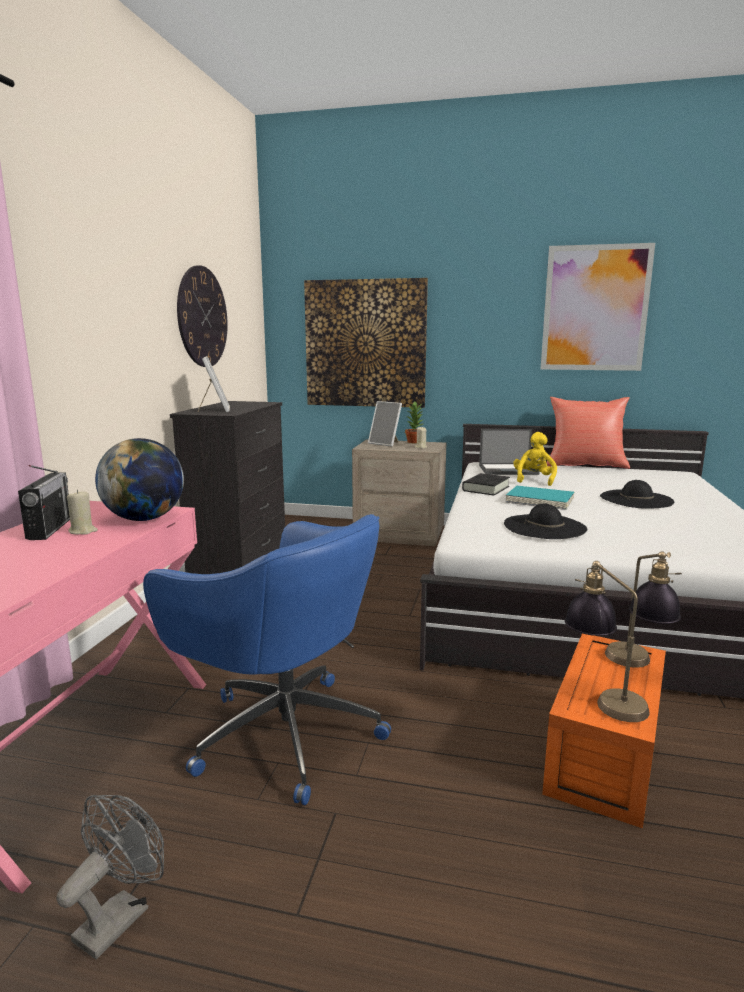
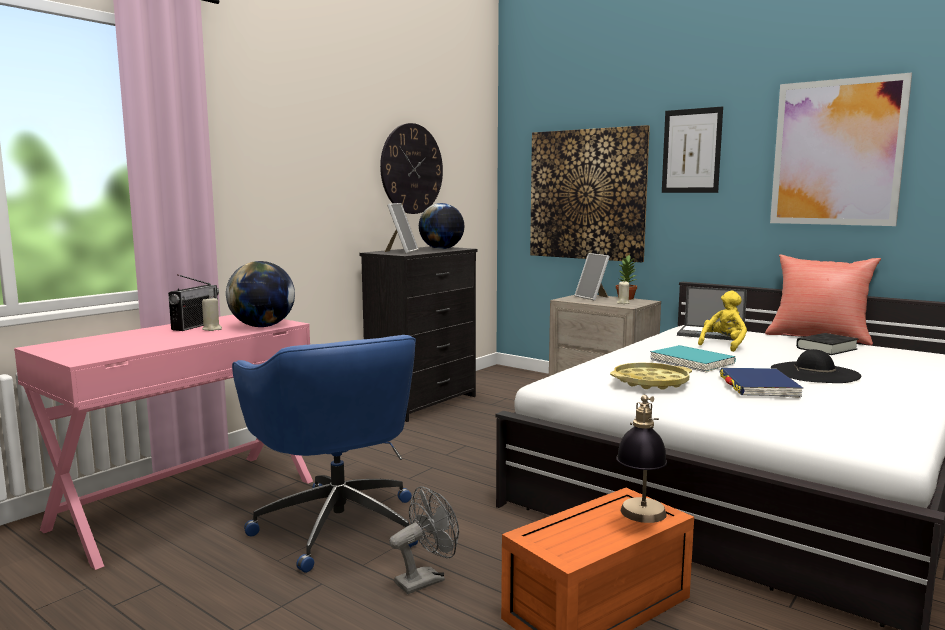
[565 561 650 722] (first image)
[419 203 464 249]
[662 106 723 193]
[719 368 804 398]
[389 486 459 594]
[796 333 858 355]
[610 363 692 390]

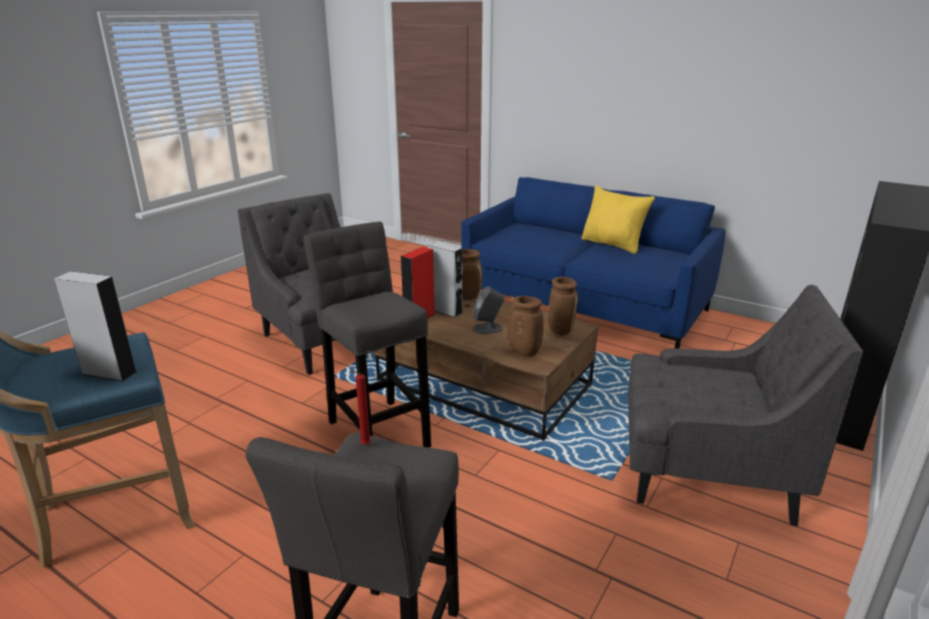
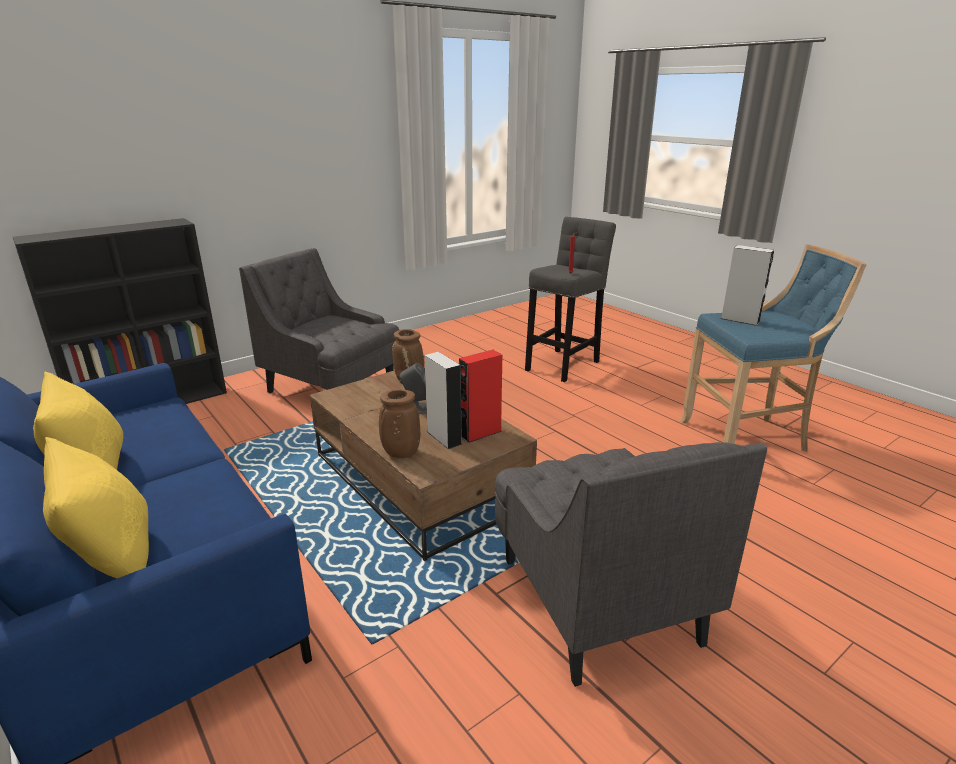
[303 221 431 448] (first image)
[548 277 578 335] (first image)
[43 437 149 578]

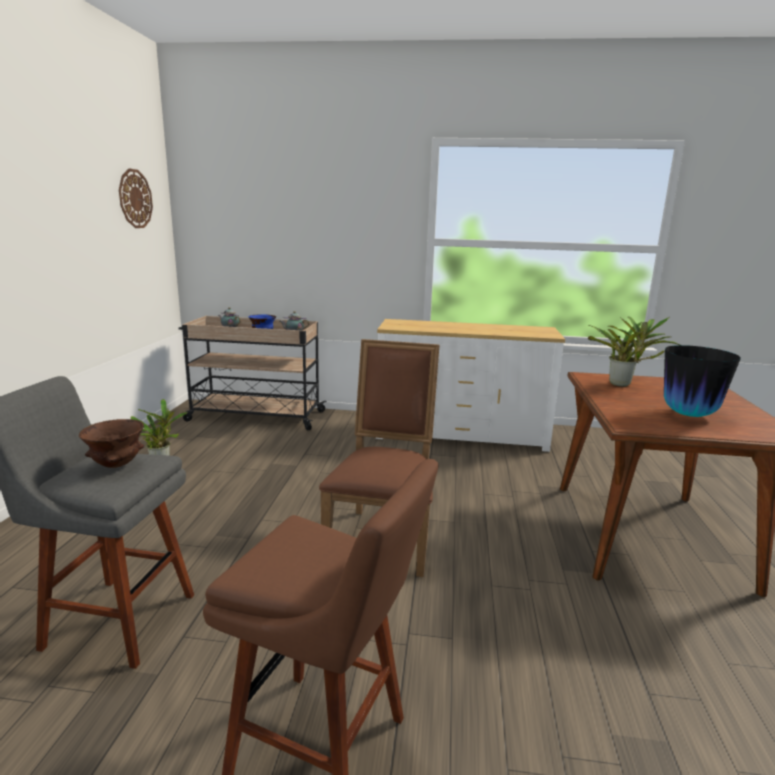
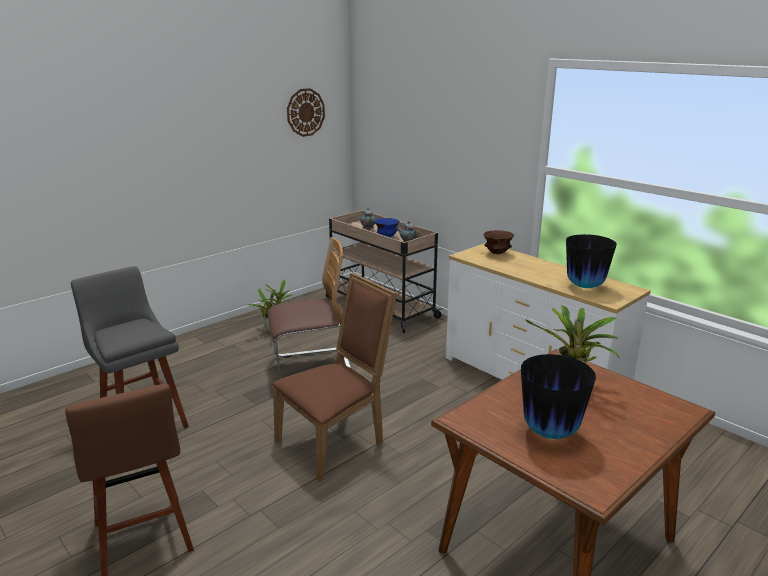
[268 237 350 379]
[566 234 617 288]
[483 230 514 254]

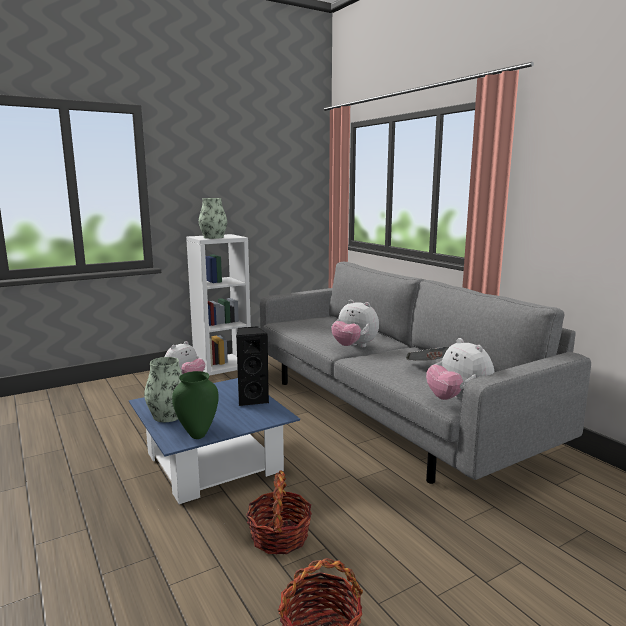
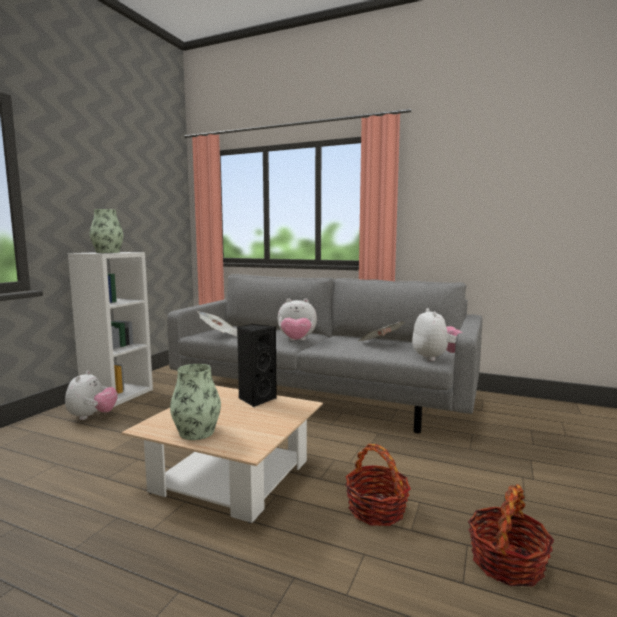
[172 371 219 439] (first image)
[197 311 237 336]
[121 385 323 523]
[412 308 463 361]

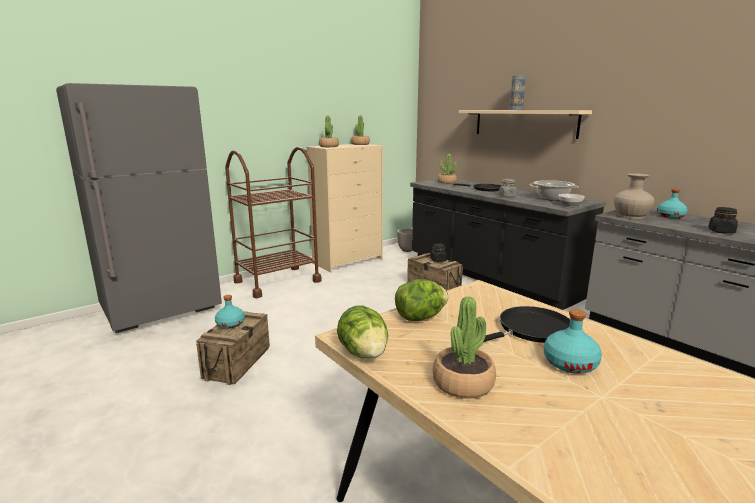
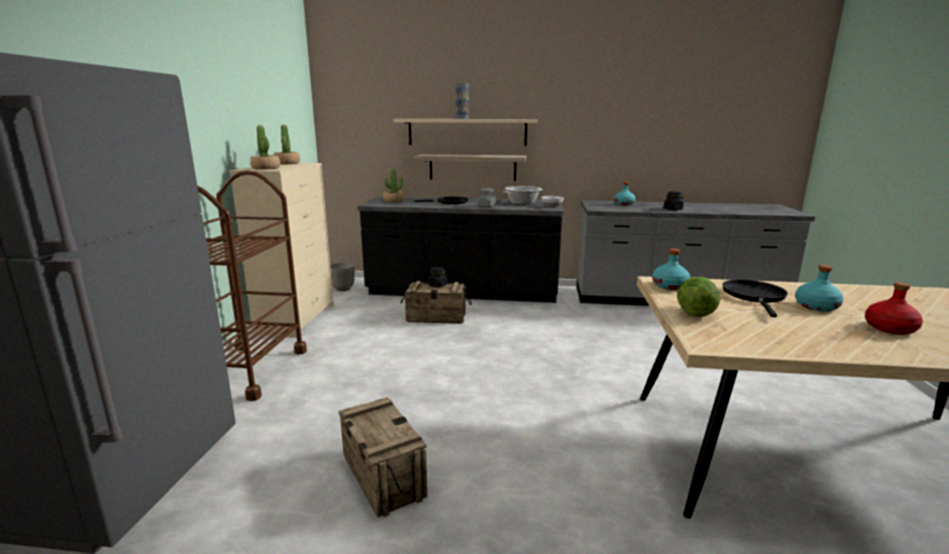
[337 305 388 358] (first image)
[433 296 496 399] (first image)
[614 173 655 219] (first image)
[414 154 526 181]
[865 282 923 335]
[652 248 690 290]

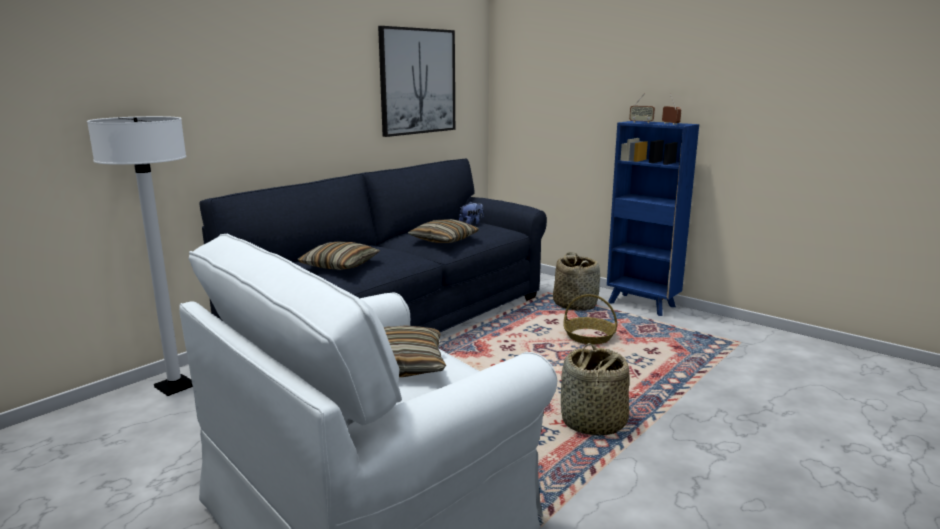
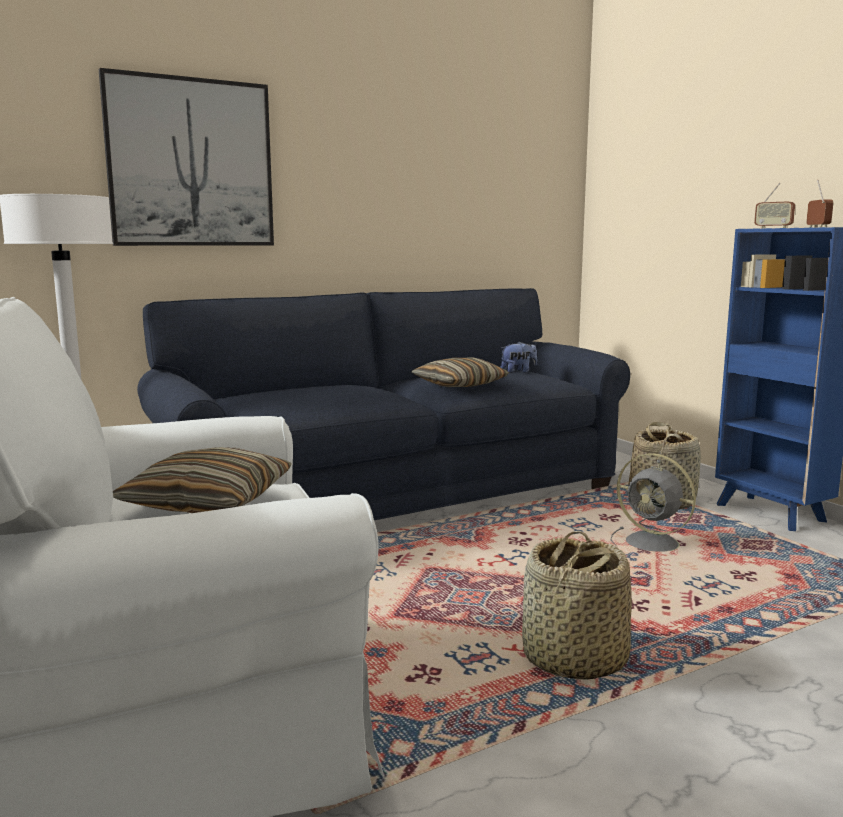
[297 242 381 270] (first image)
[99 68 274 246]
[610 453 696 552]

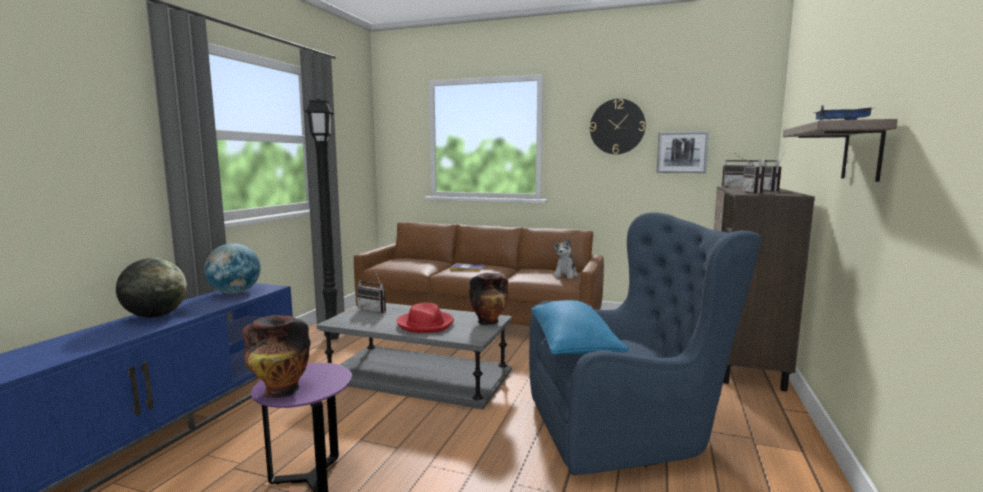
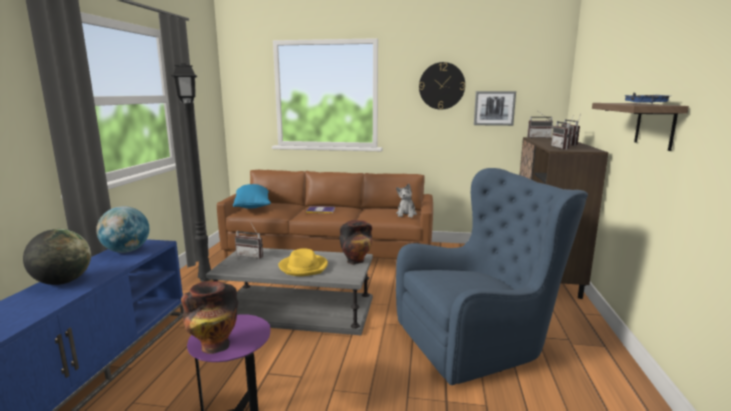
[233 184 271 209]
[278 248 328 276]

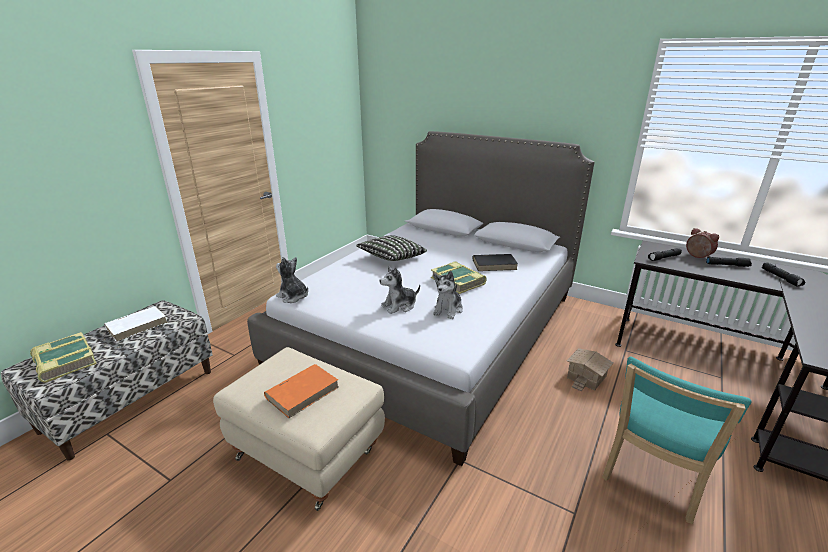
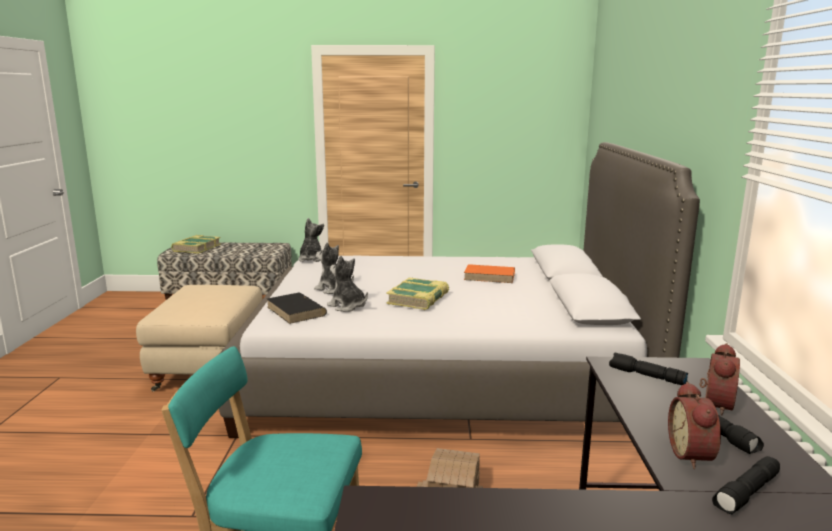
[104 306 168 342] (first image)
[356 235 427 261] (first image)
[668 382 721 469]
[464 264 515 283]
[267 293 327 324]
[327 256 368 312]

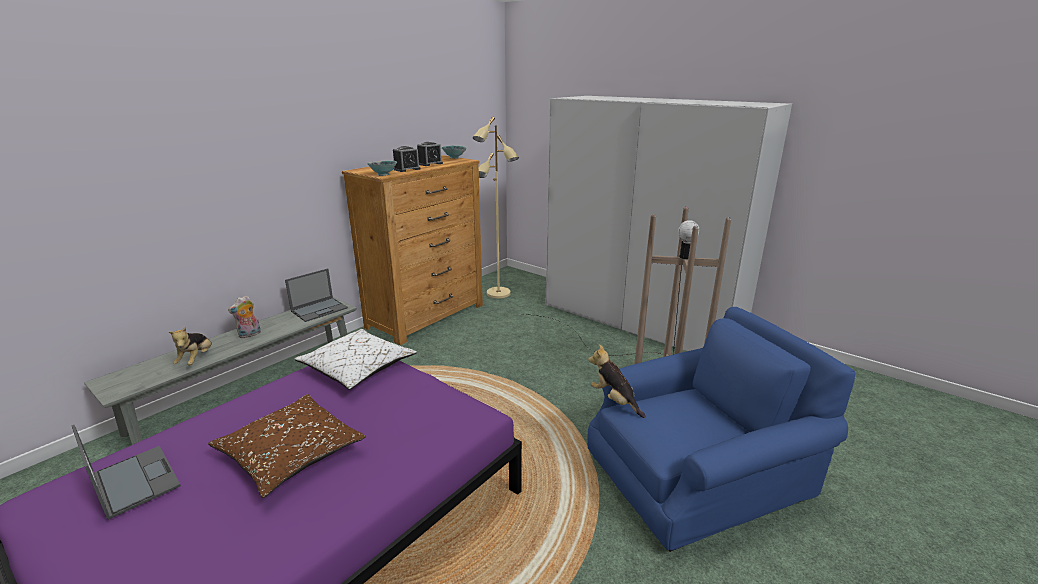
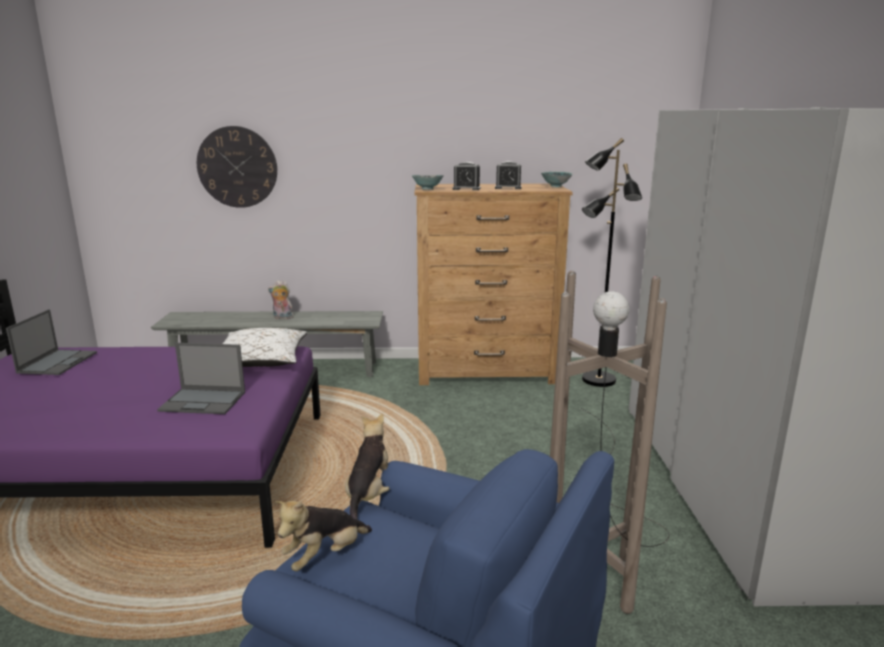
[208 394 366 498] (first image)
[197 126 277 208]
[275 501 372 571]
[157 343 245 414]
[582 138 642 387]

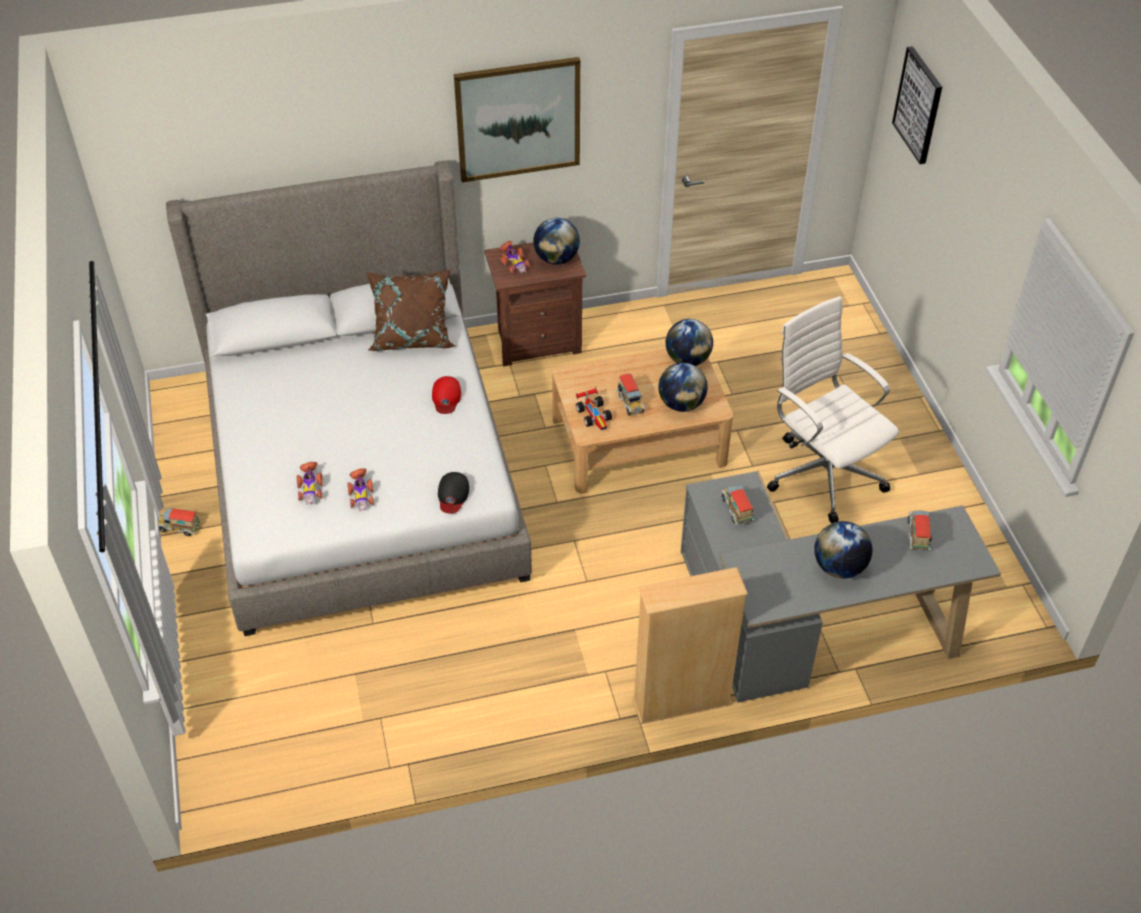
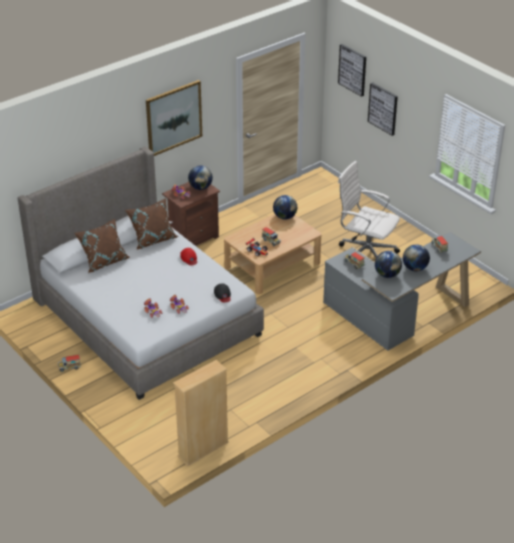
[74 219 130 273]
[368 82 398 136]
[173 360 229 466]
[375 251 402 278]

